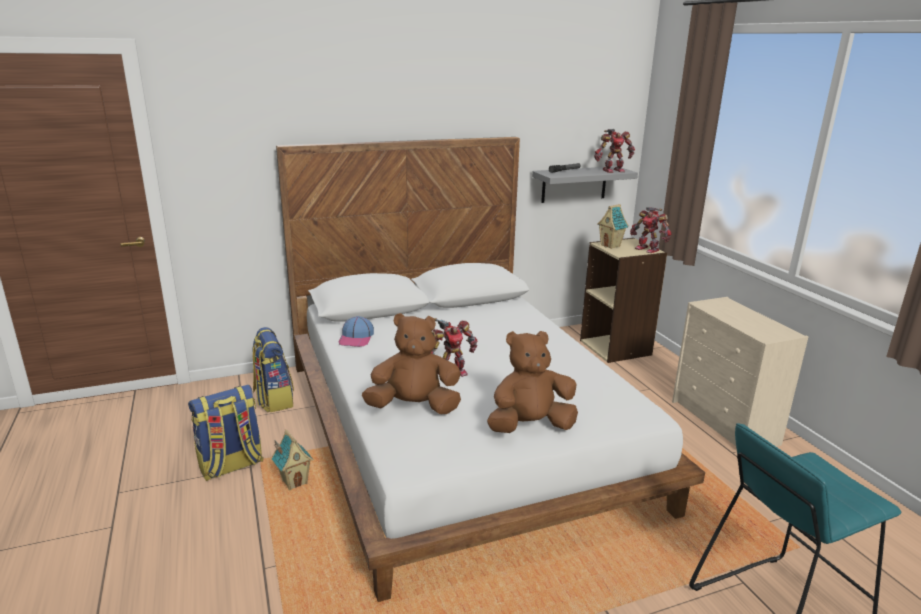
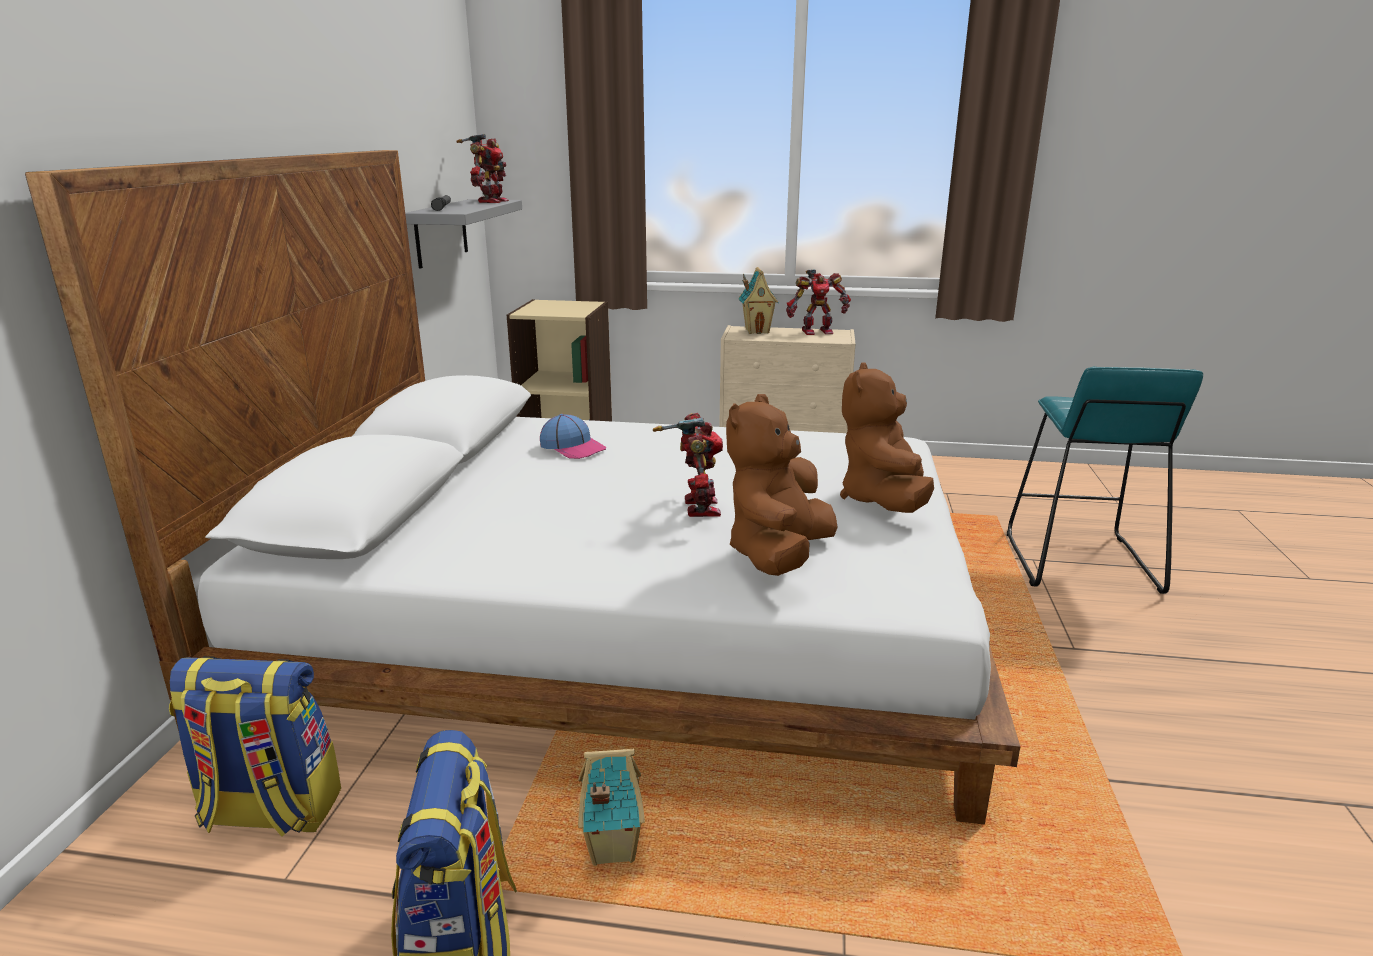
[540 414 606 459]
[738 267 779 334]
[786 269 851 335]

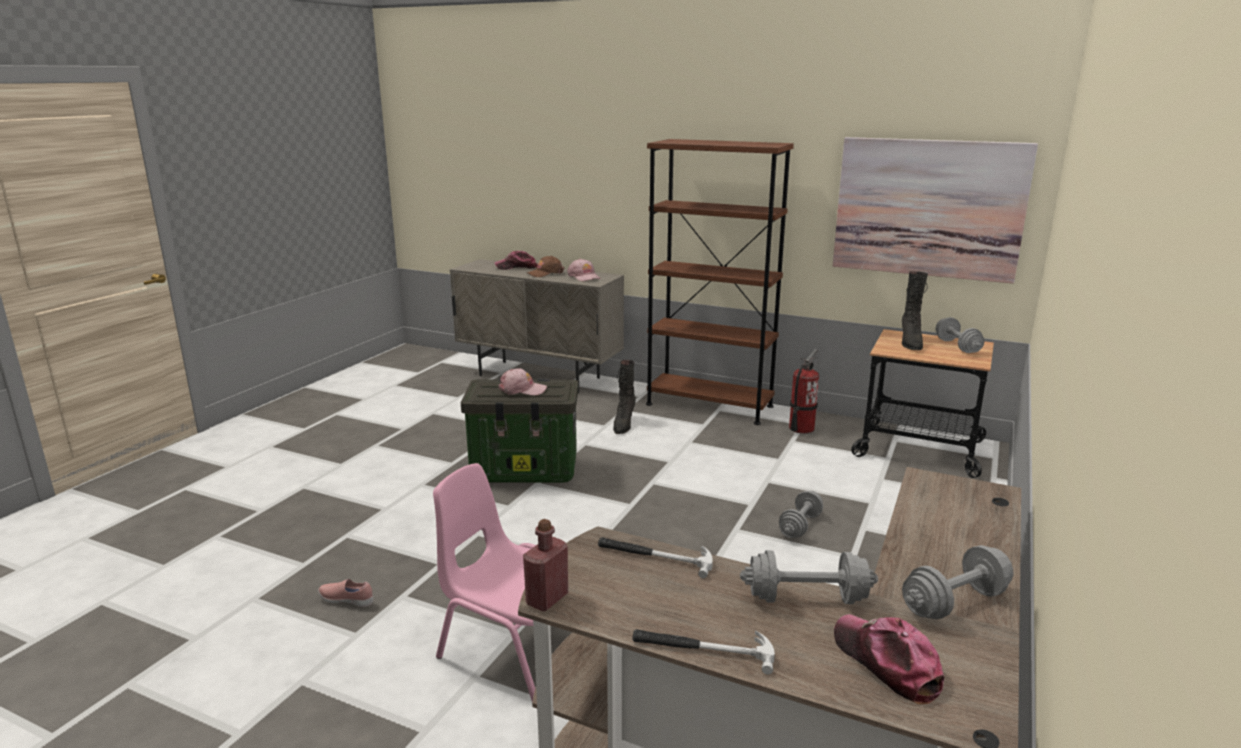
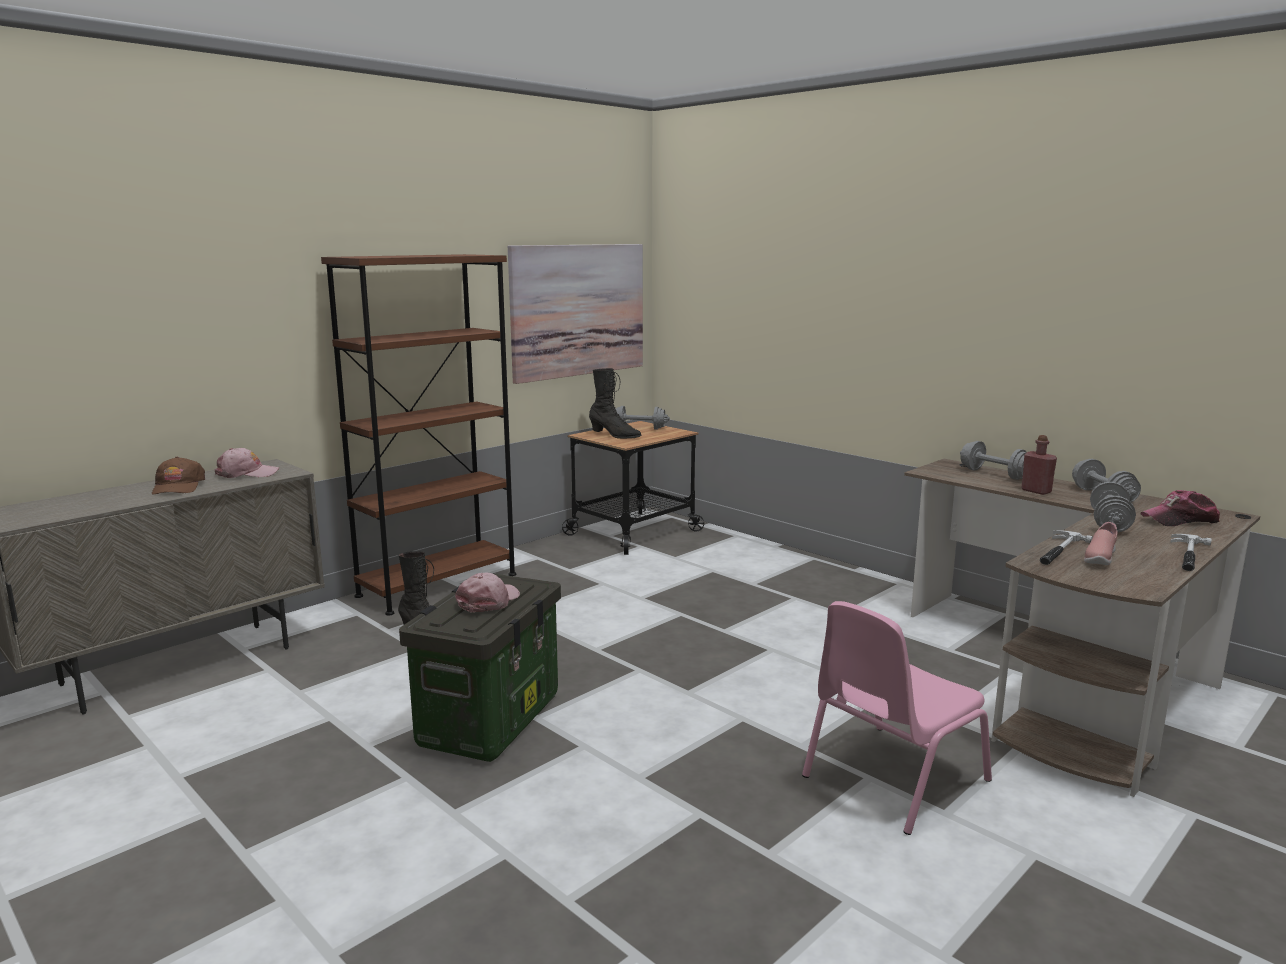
[494 251 538 270] (first image)
[789 349 819 434] (first image)
[1084 522 1118 565]
[1021 435 1057 495]
[960 441 1027 480]

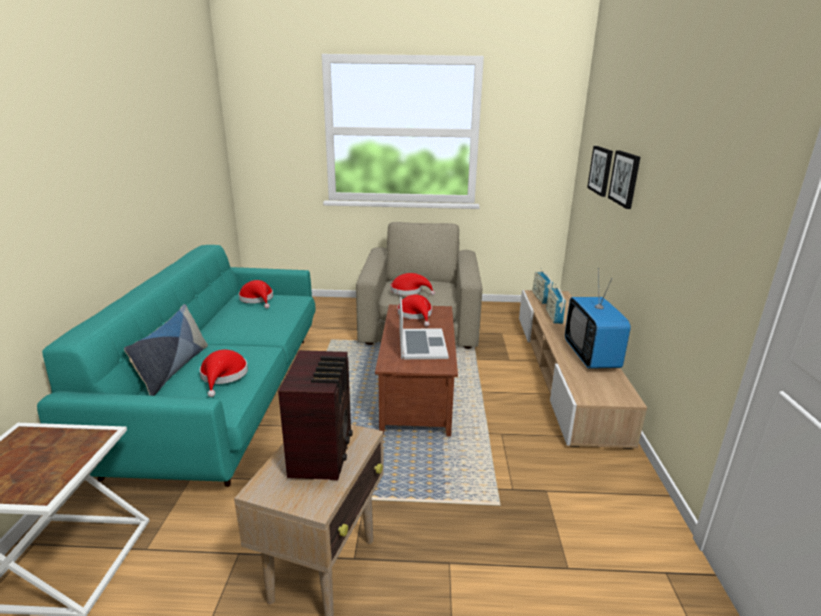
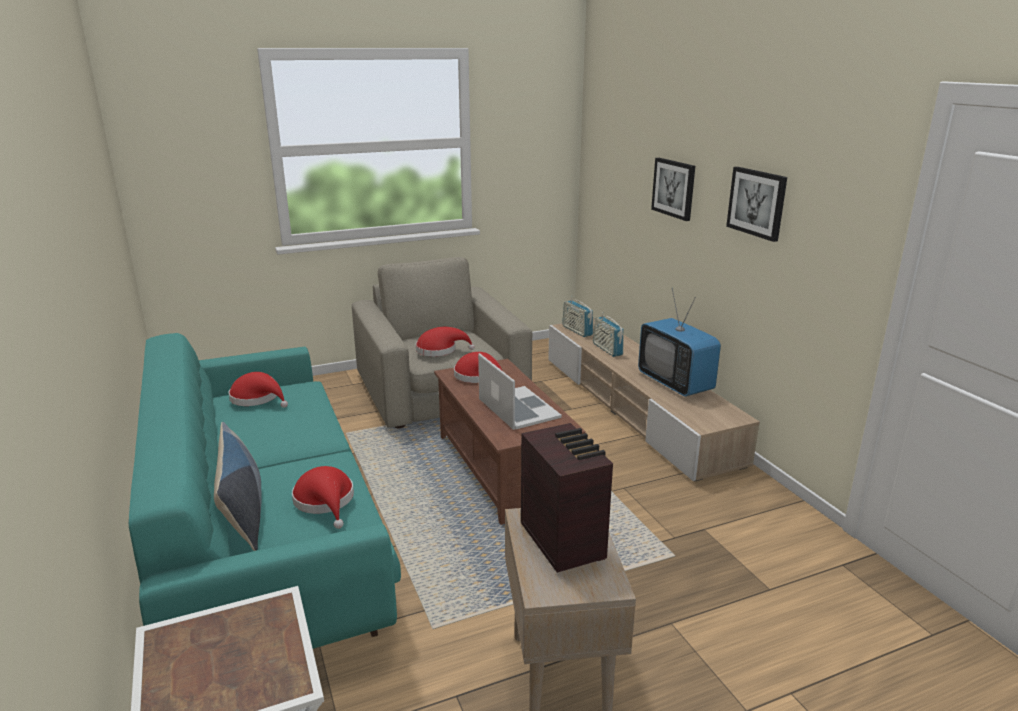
[726 167 787 242]

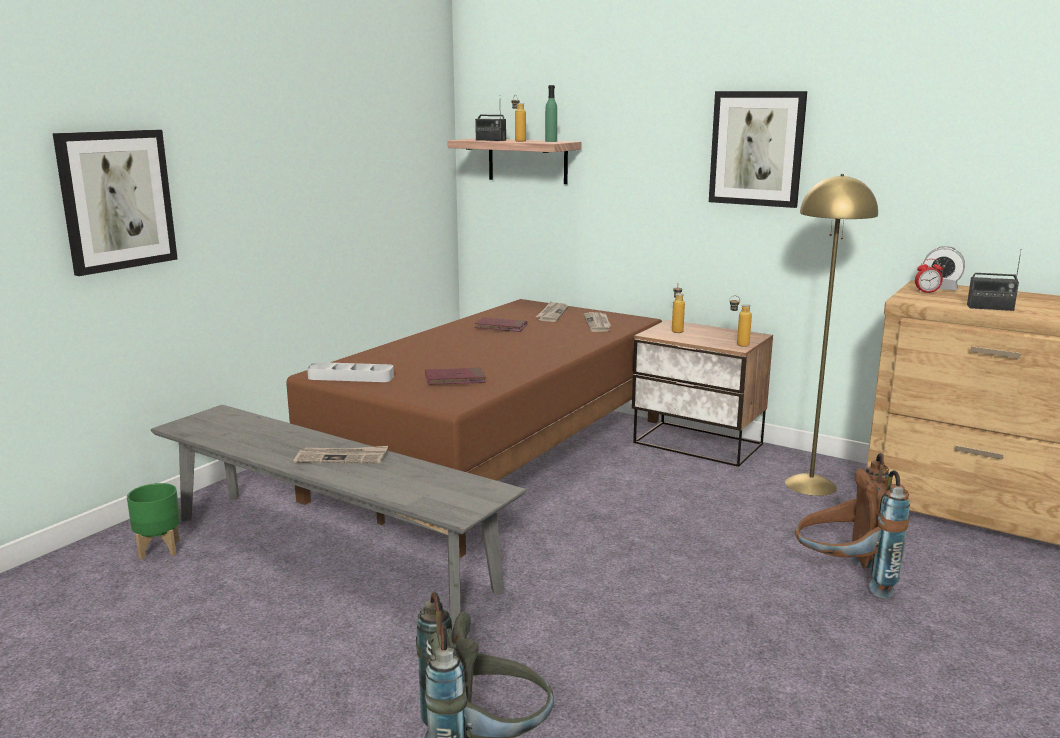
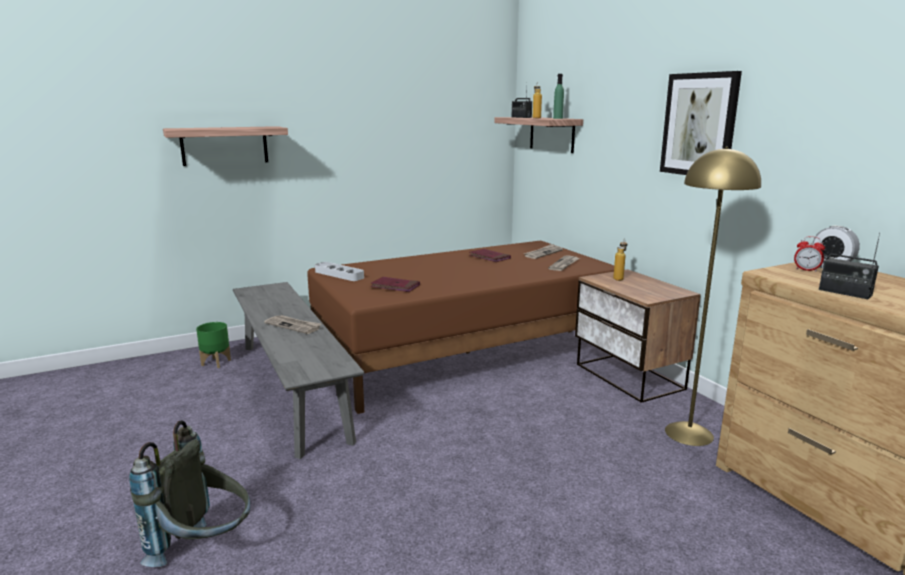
[729 295 752 347] (first image)
[795 453 910 598] (first image)
[163 126 288 166]

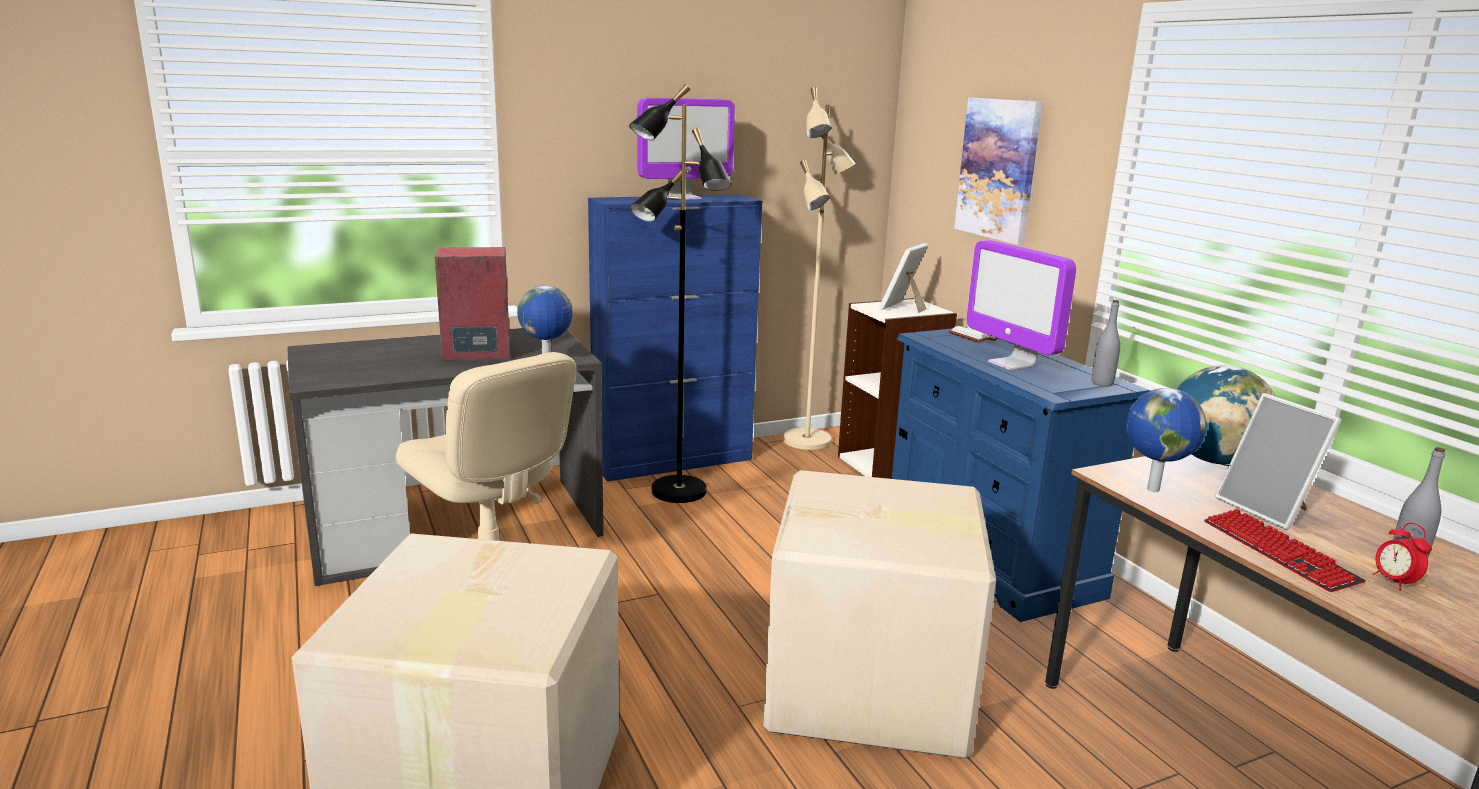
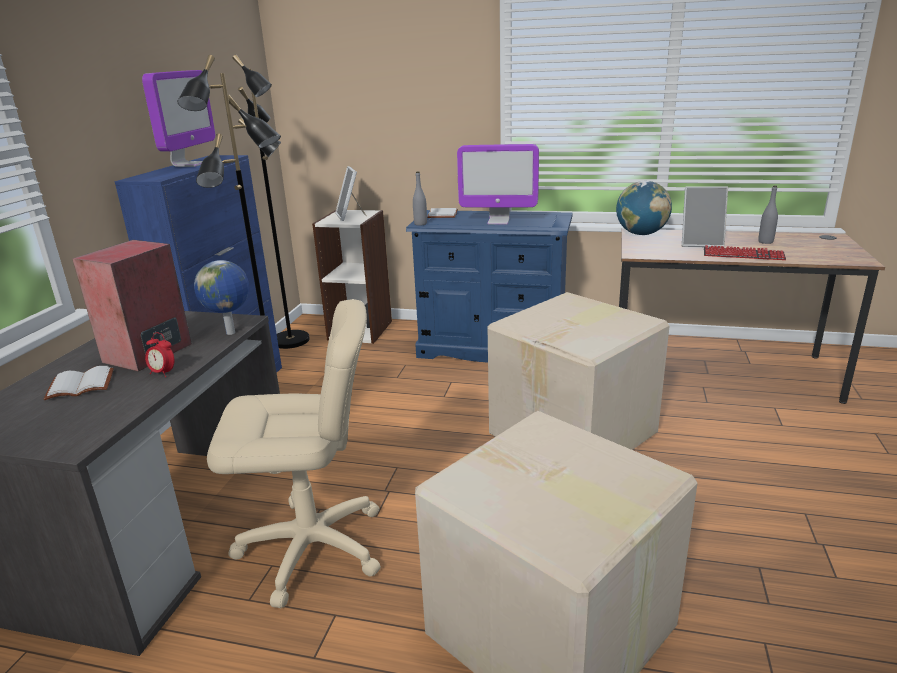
[954 98 1043 245] (first image)
[1126 388 1207 492] (first image)
[44 366 114 400]
[413 171 427 226]
[145 332 174 377]
[232 55 310 349]

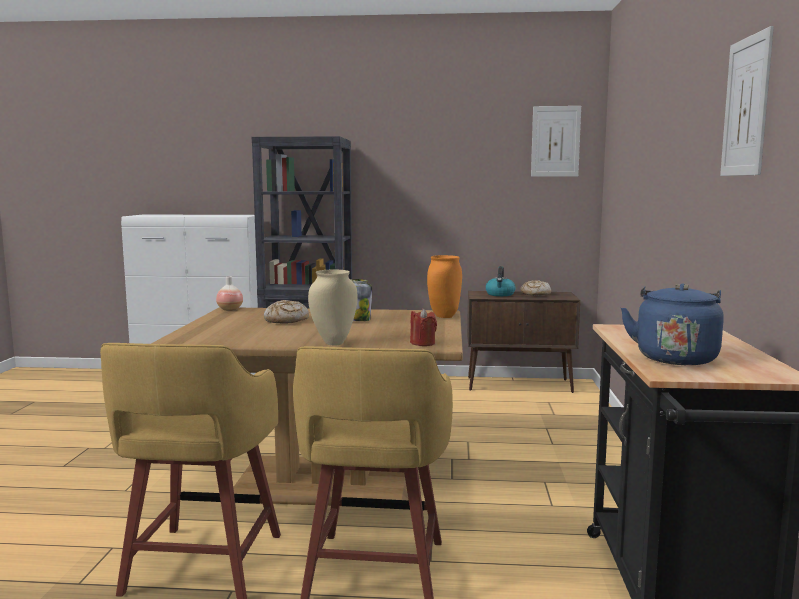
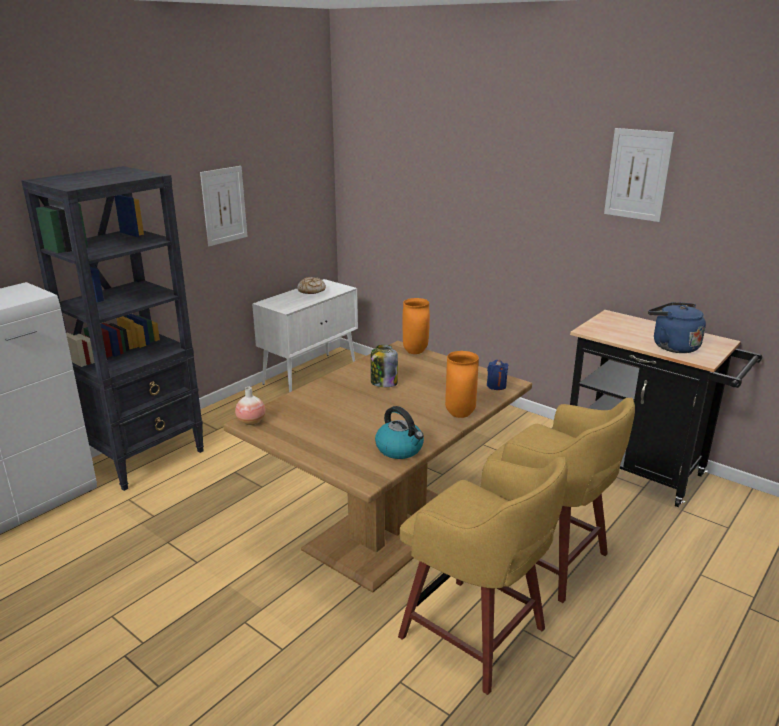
[264 300 309 323] (first image)
[375 406 424 459]
[200 166 248 246]
[445 351 479 418]
[487 360 508 390]
[252 279 358 392]

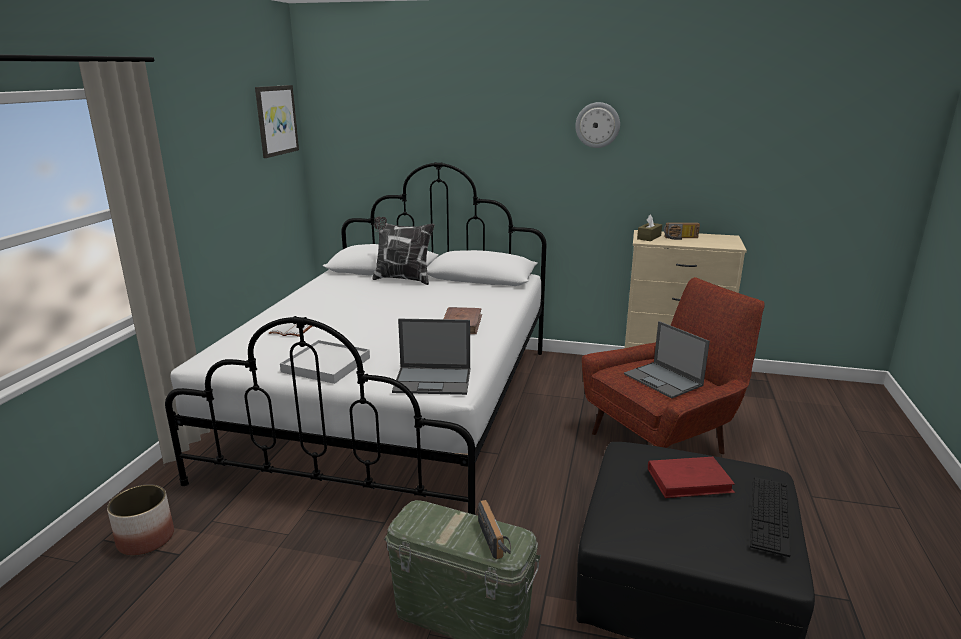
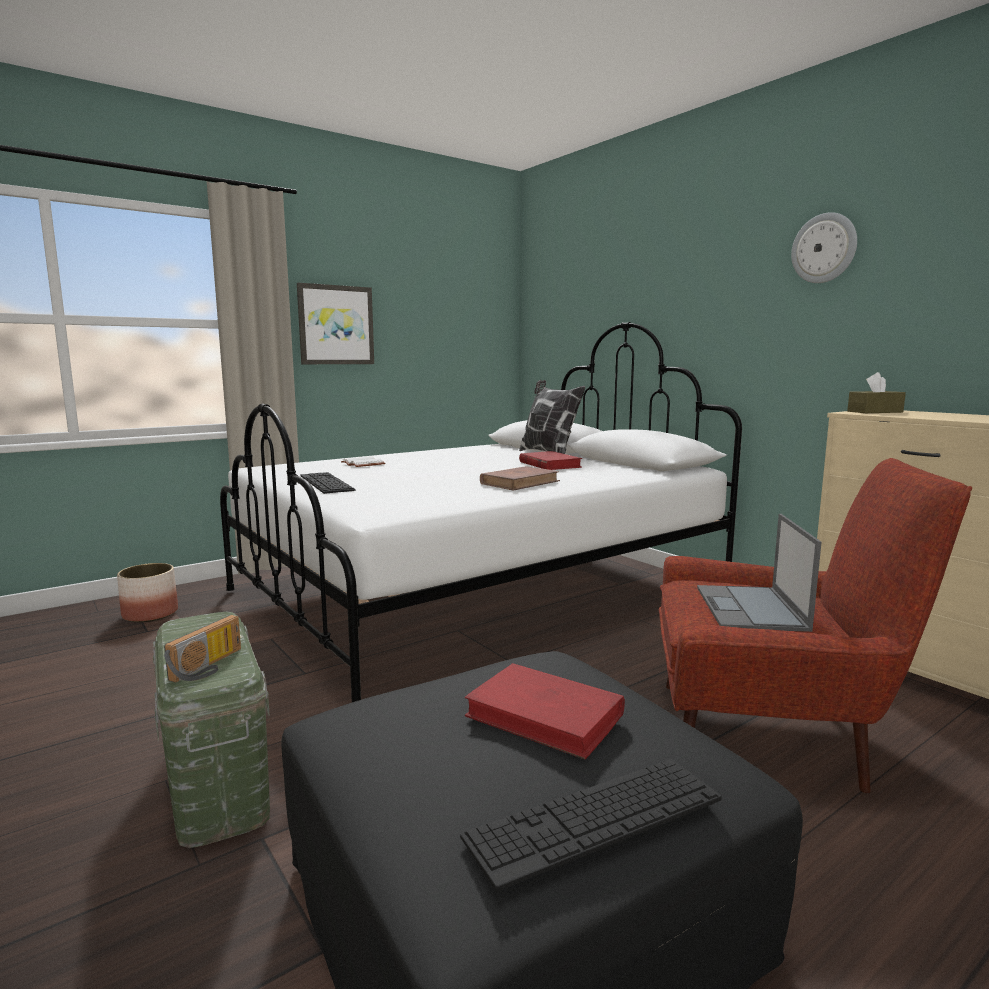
[392 319 470 395] (first image)
[664 223 700 240] (first image)
[519 451 582 470]
[297 283 374 364]
[300 472 356 494]

